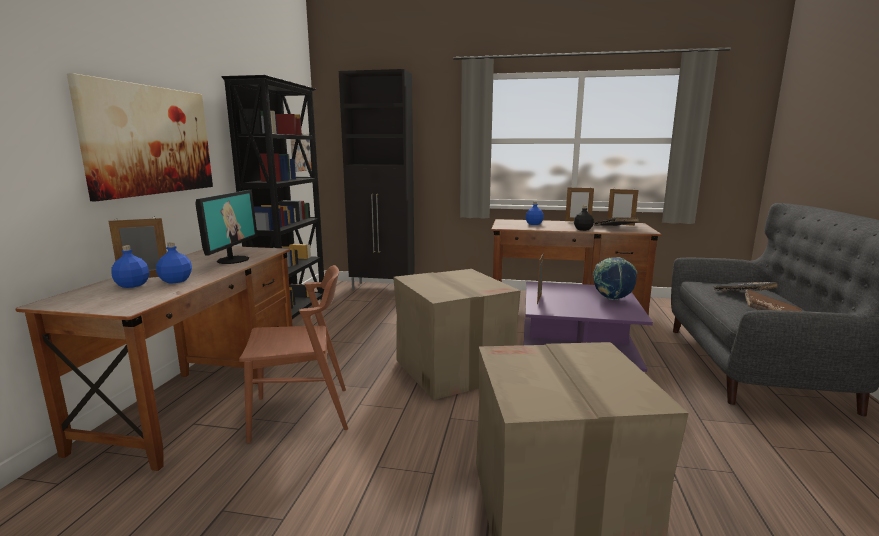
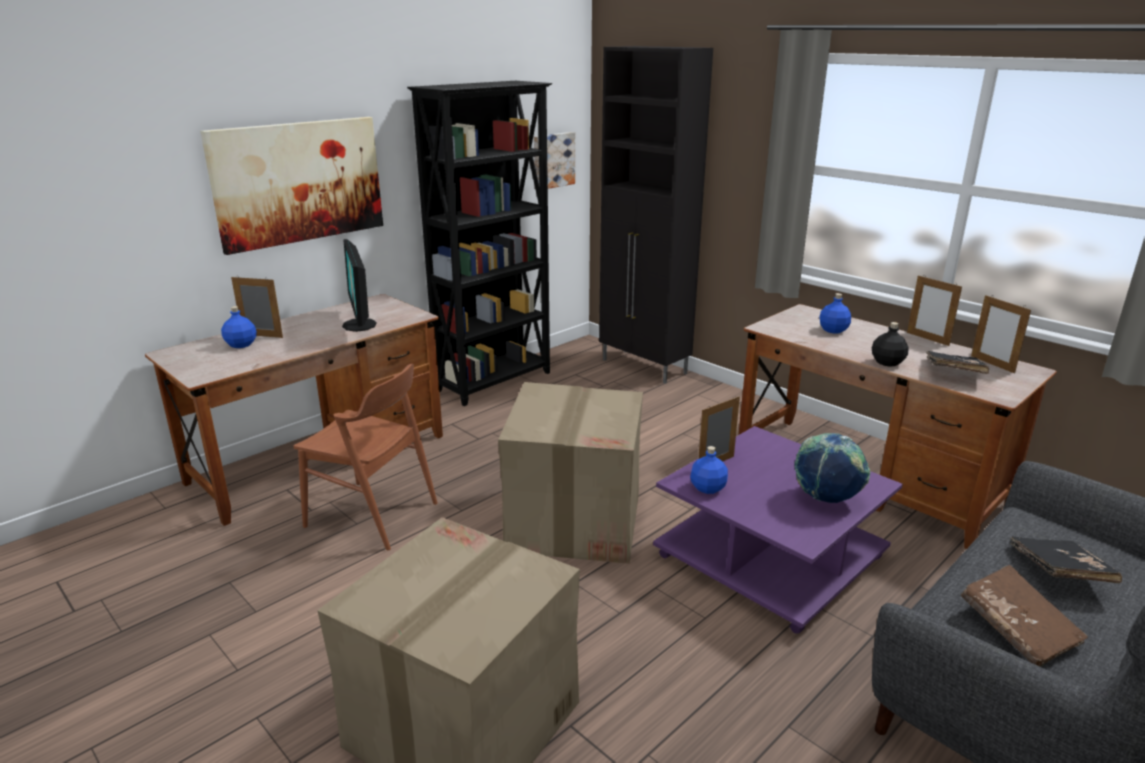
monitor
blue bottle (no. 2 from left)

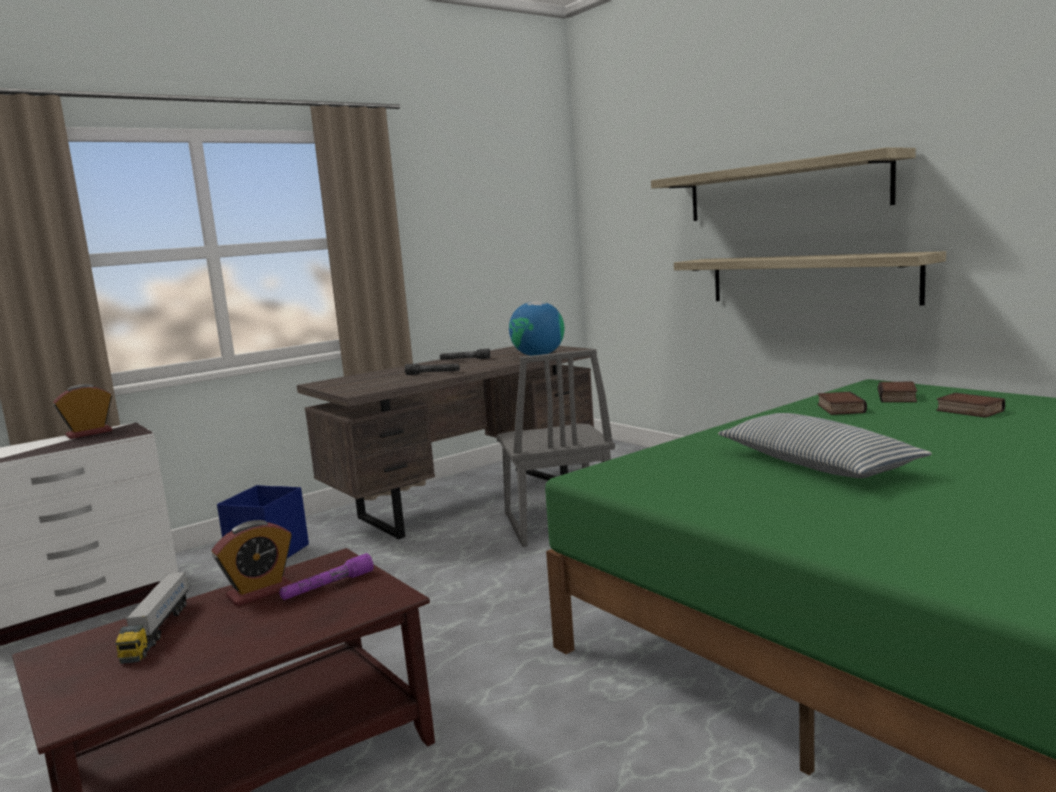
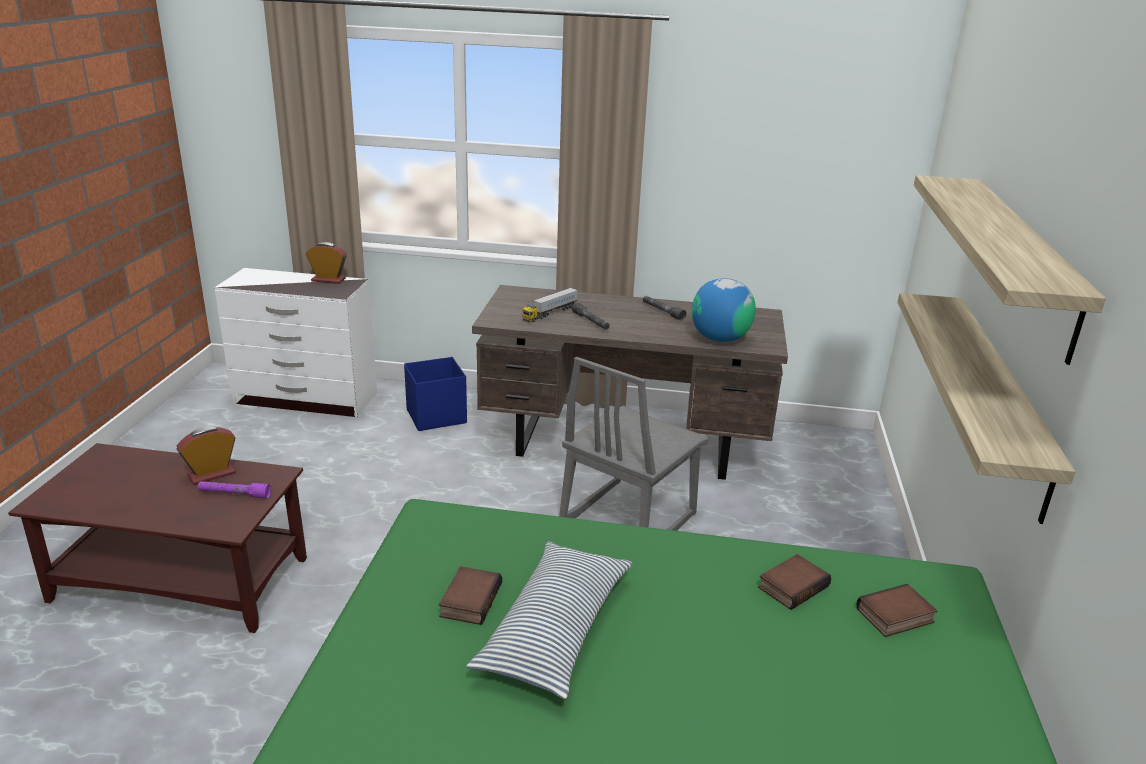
alarm clock (no. 1 from left)
book (no. 1 from left)
toy truck

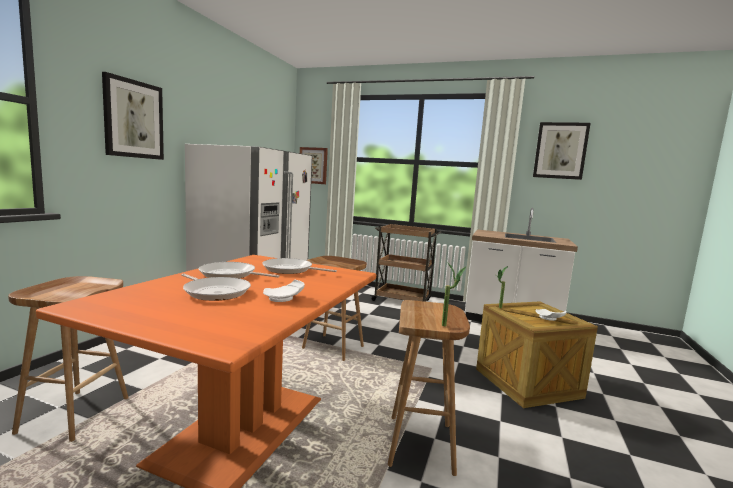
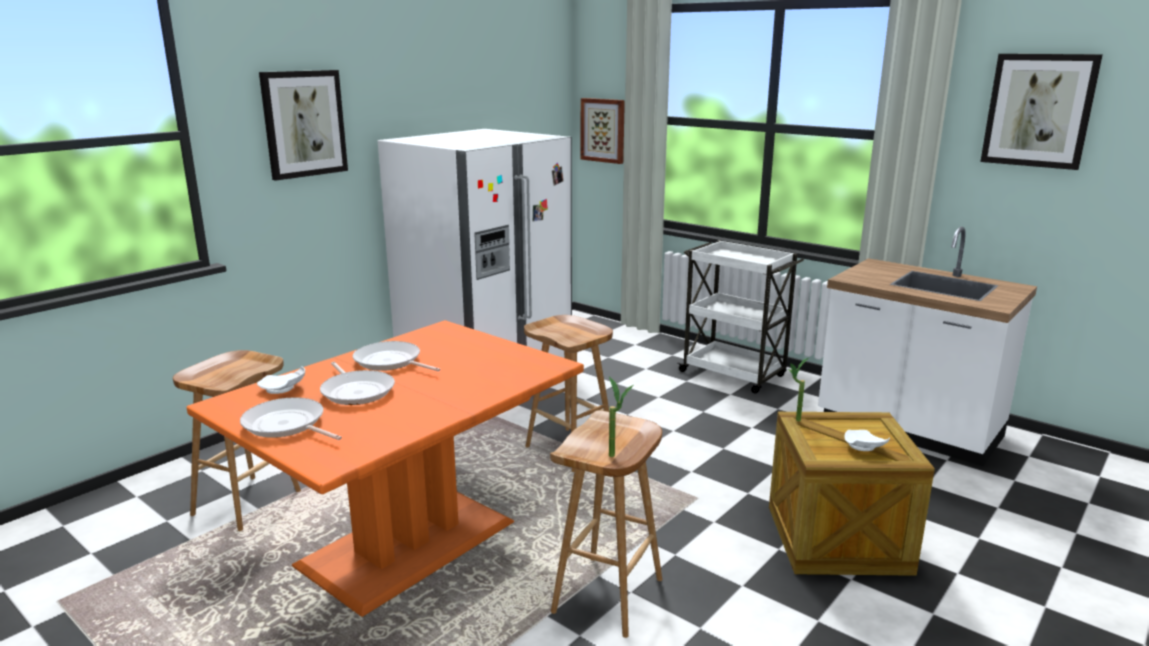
frying pan (no. 1 from left)
white plate (no. 1 from left)
white cart

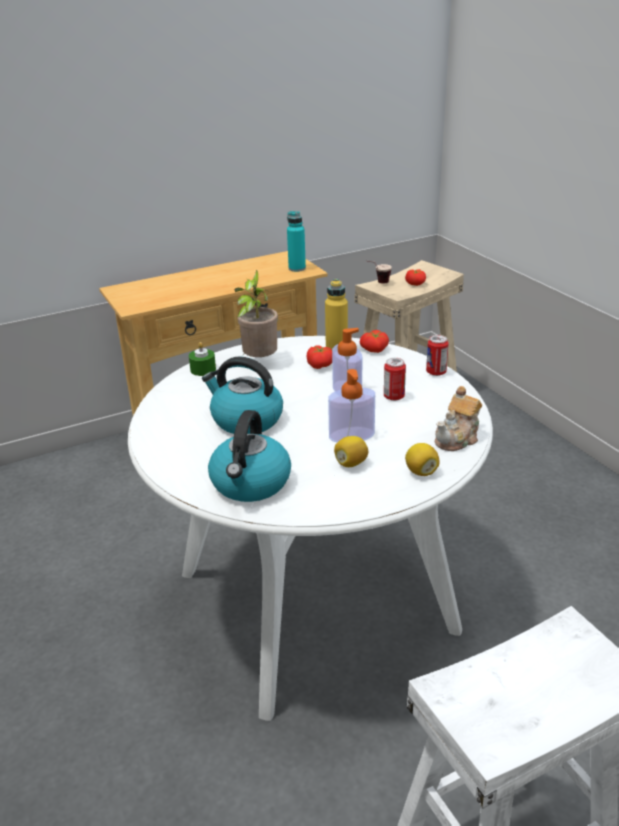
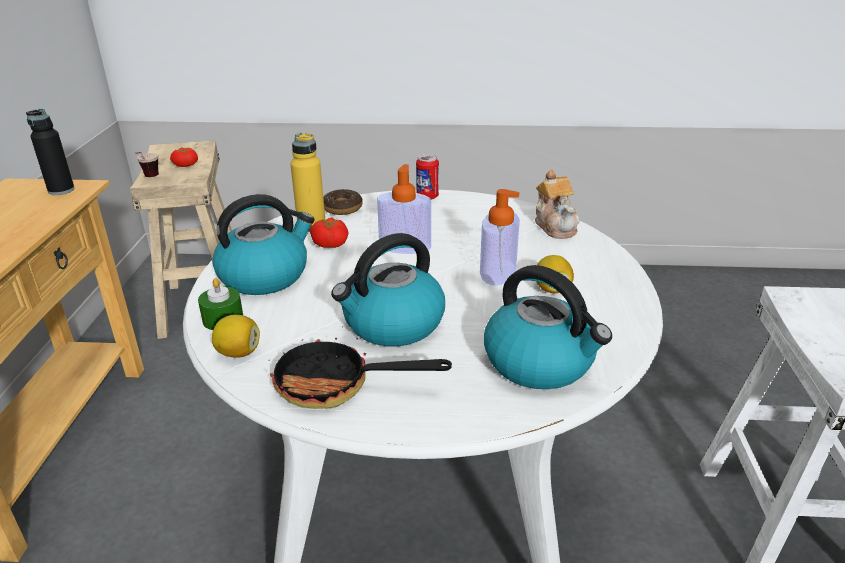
black bottle
kettle (no. 1 from left)
lemon (no. 1 from left)
frying pan
donut
can (no. 1 from left in the first image)

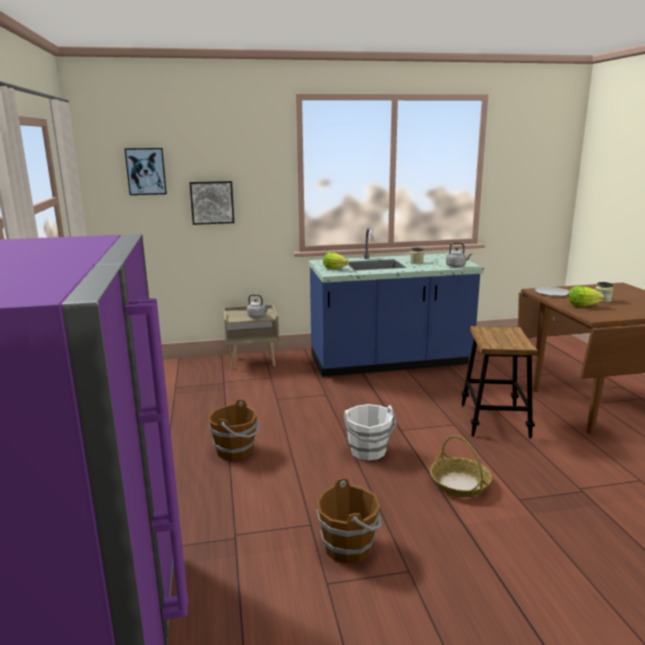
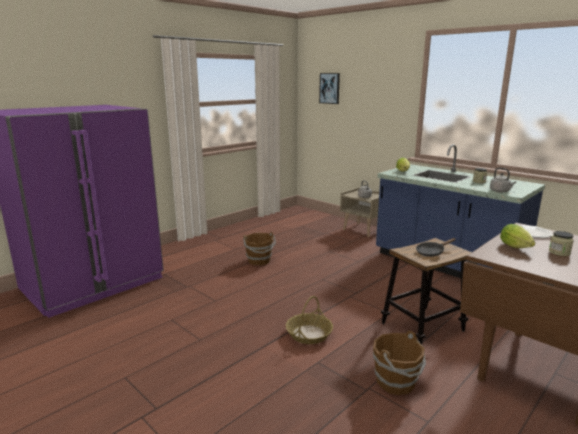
brown bucket (no. 2 from left)
black frying pan
picture (no. 2 from left in the first image)
white bucket

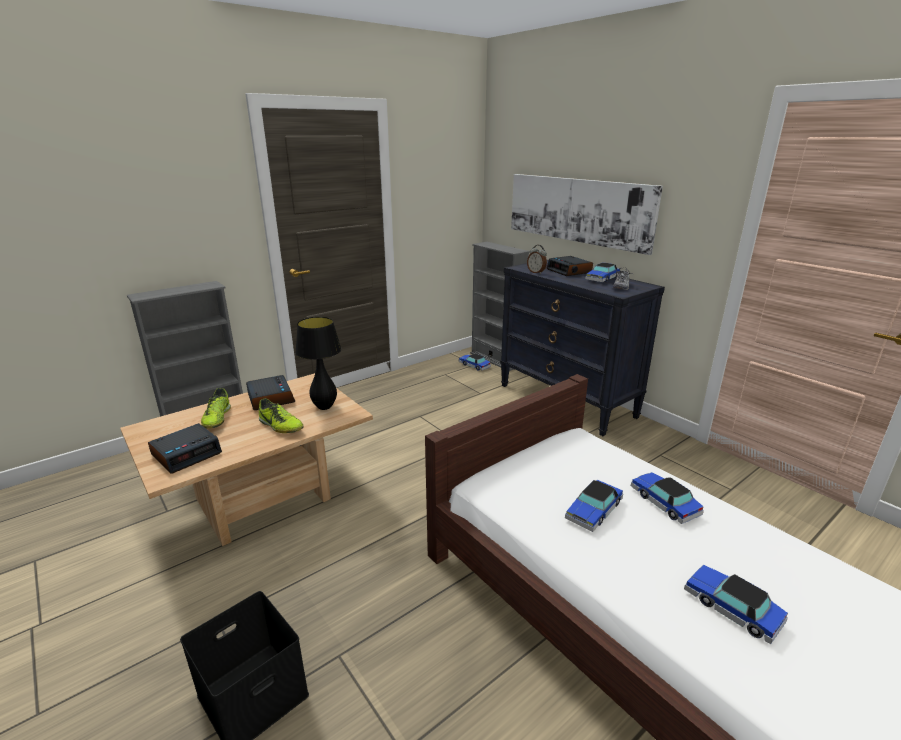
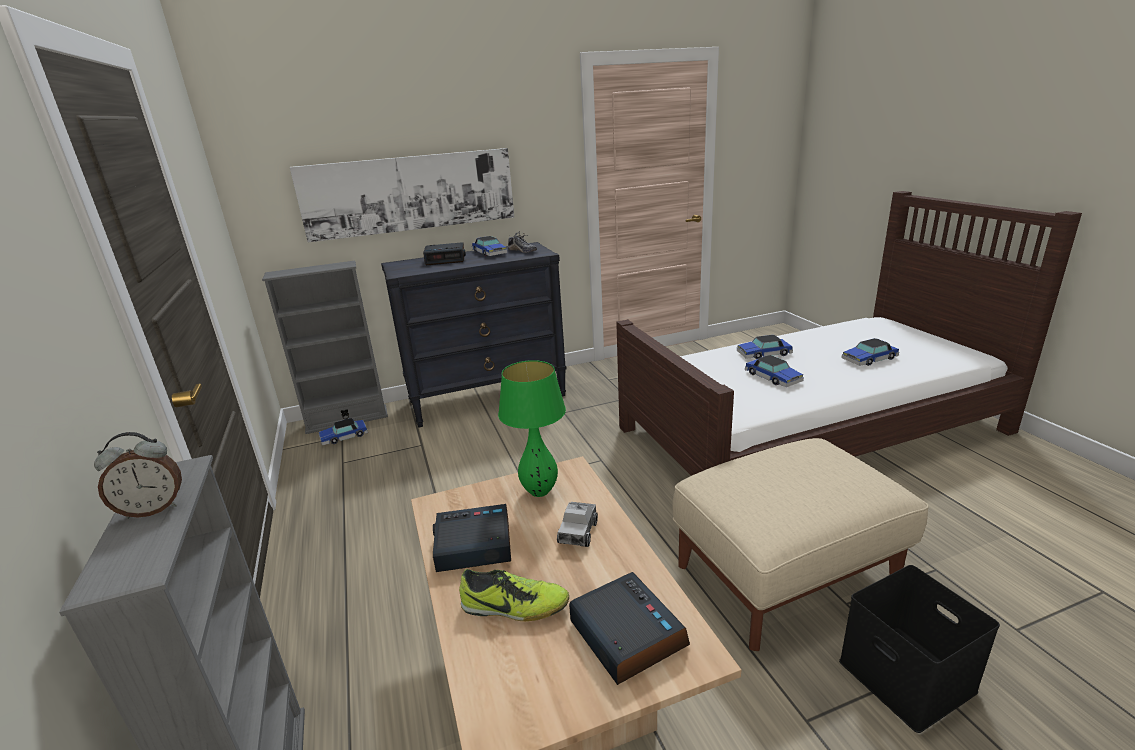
alarm clock (no. 1 from left)
green table lamp
toy truck
beige ottoman

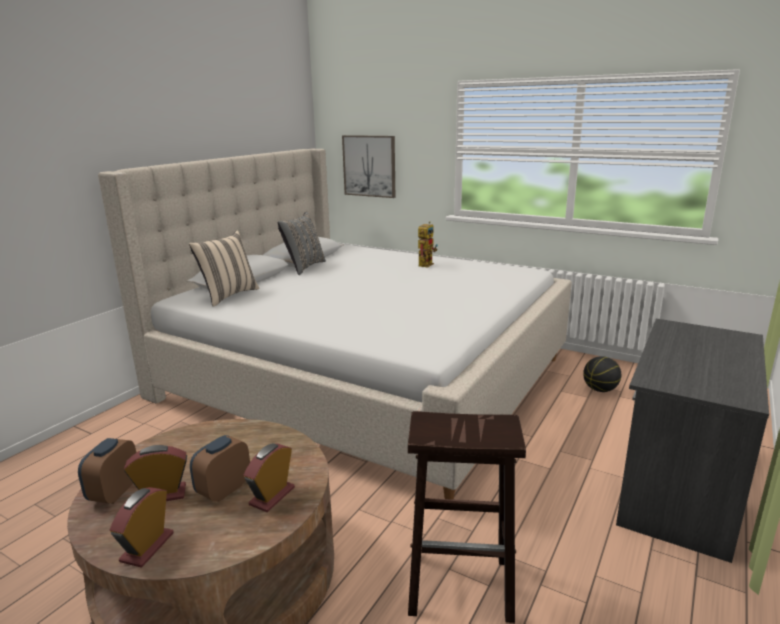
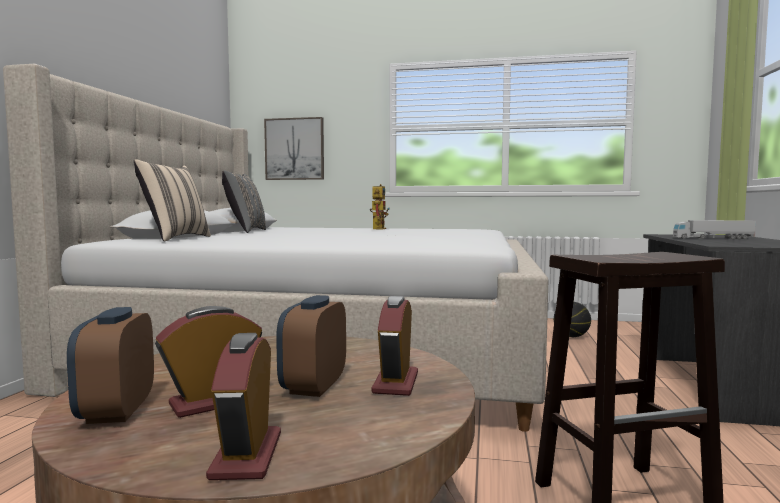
toy truck

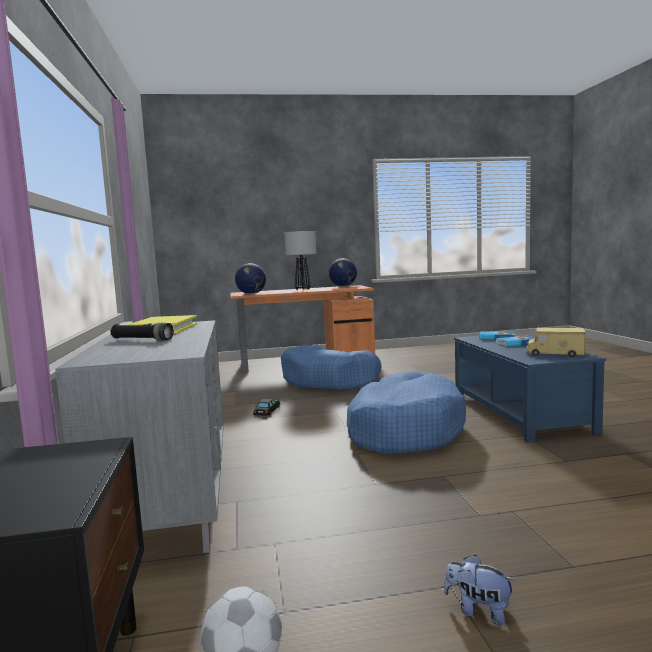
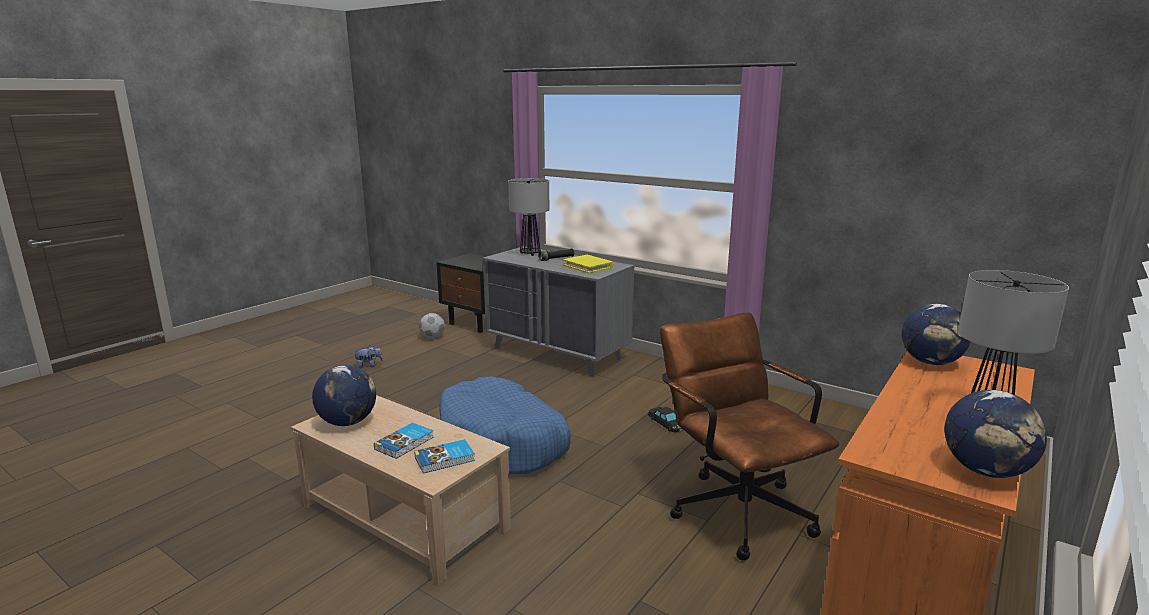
beige coffee table
globe (no. 1 from left)
table lamp (no. 1 from left)
brown office chair

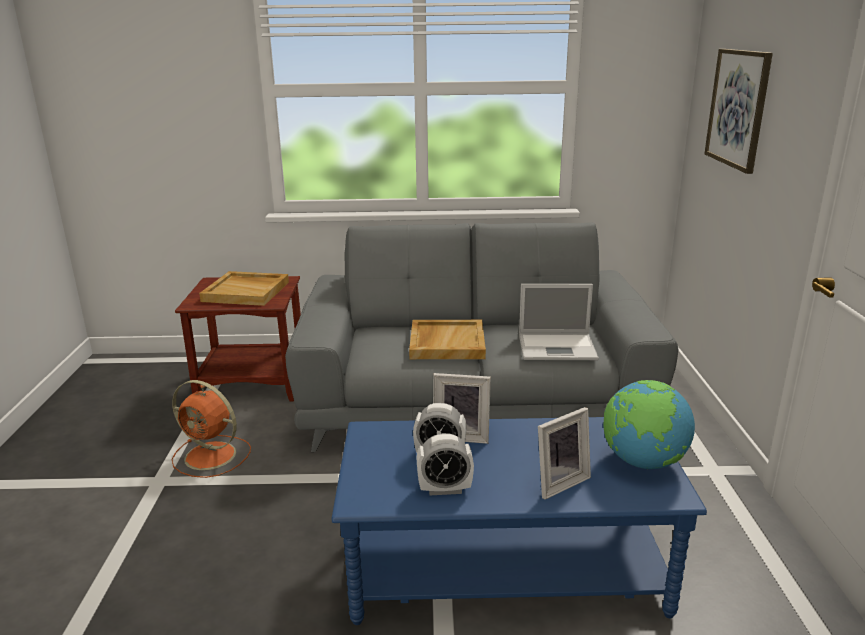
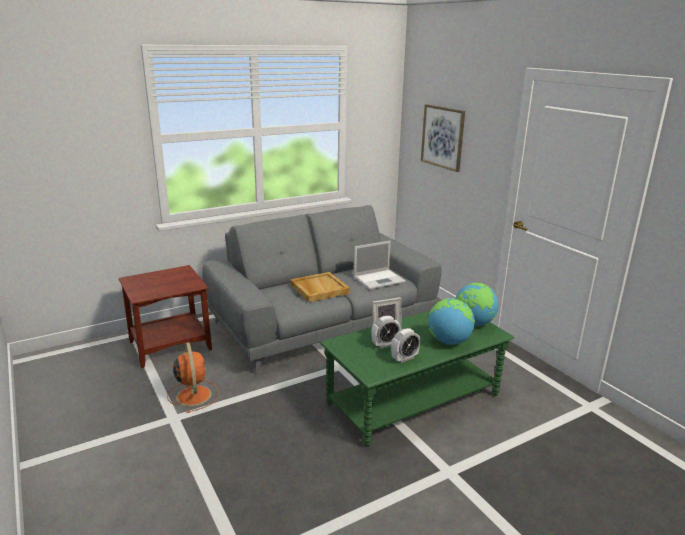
orange fan
green coffee table
globe (no. 1 from left)
beige tray (no. 1 from left in the first image)

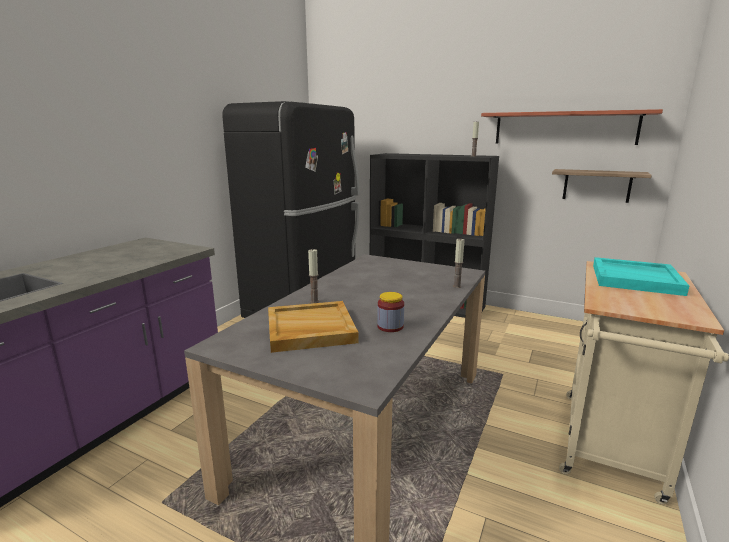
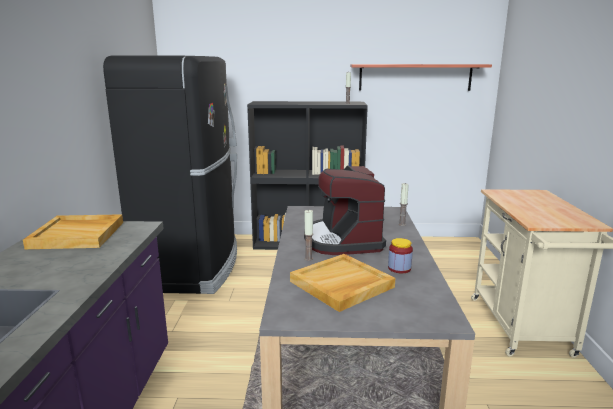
beige tray (no. 1 from left)
coffee machine
shelf (no. 2 from left in the first image)
turquoise tray

